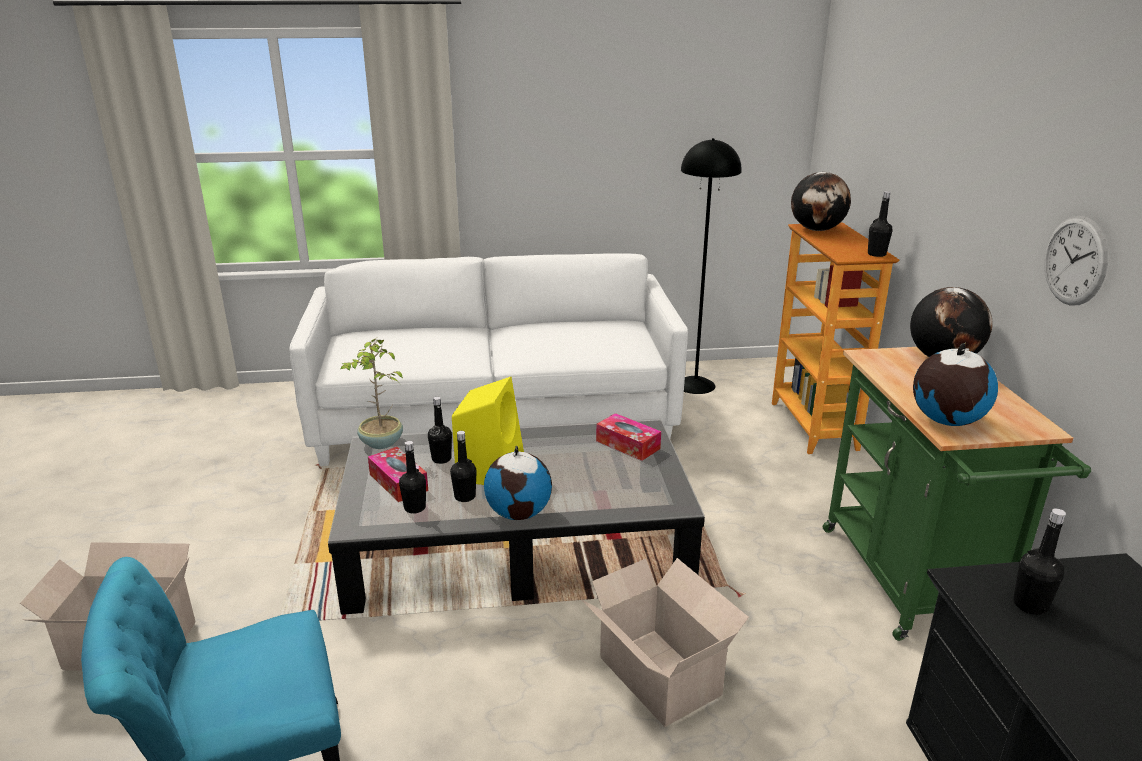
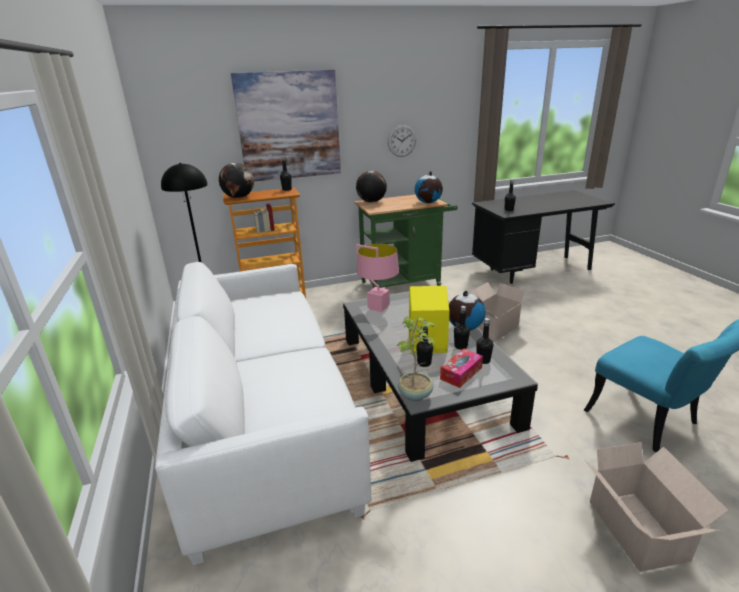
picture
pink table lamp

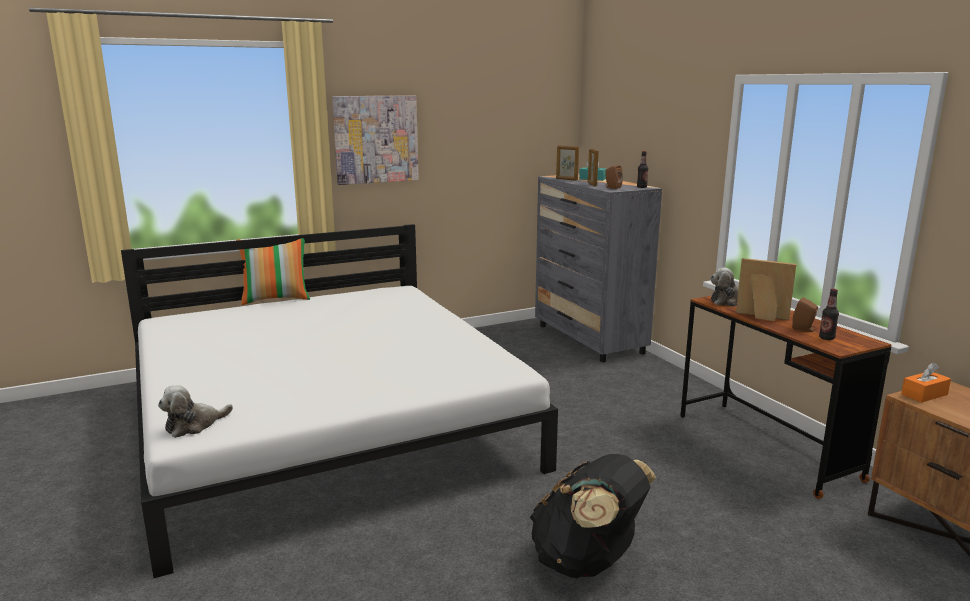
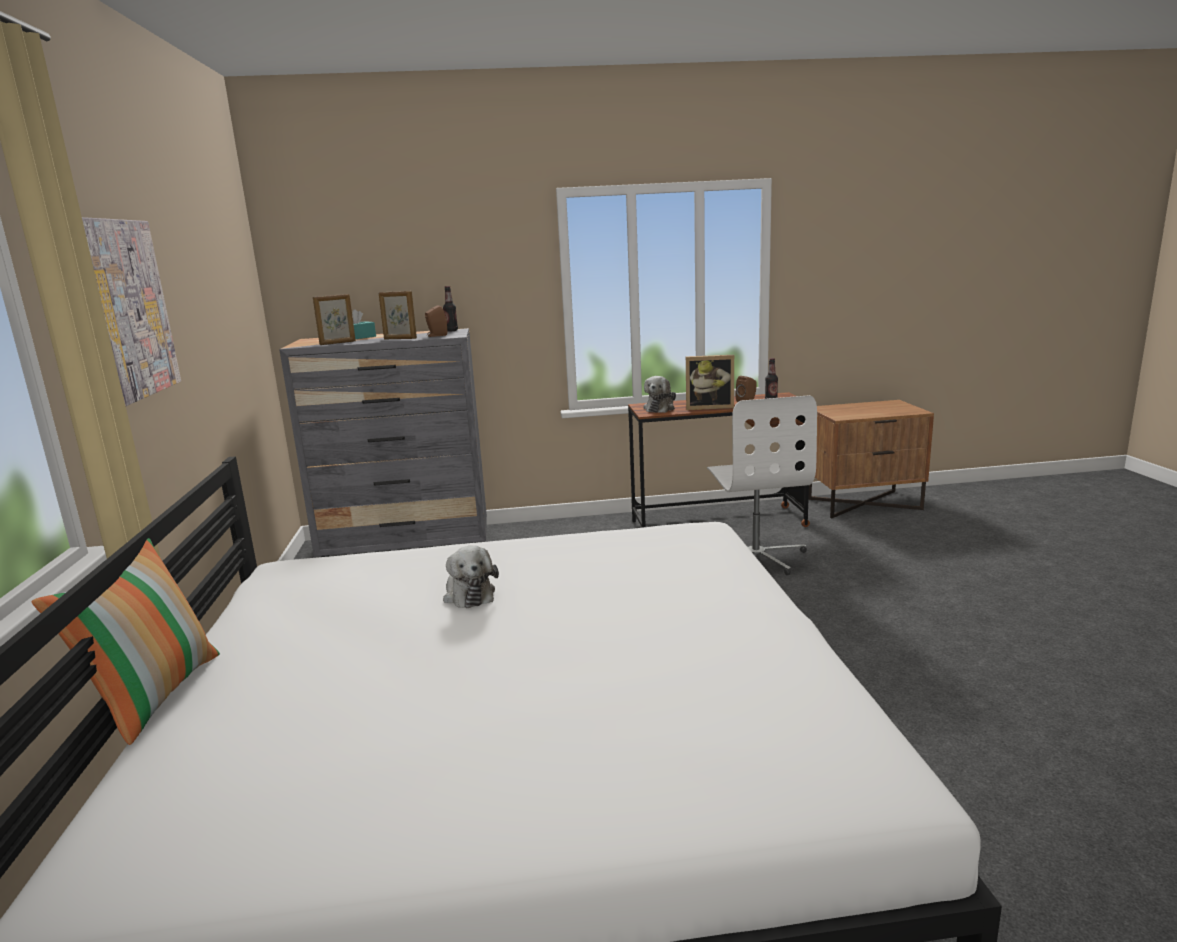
plush toy (no. 1 from left)
picture frame (no. 3 from left)
white office chair
black backpack
orange tissue box

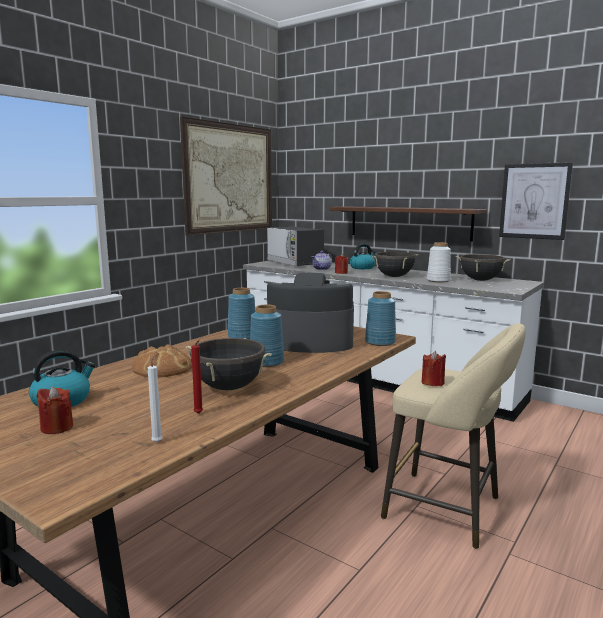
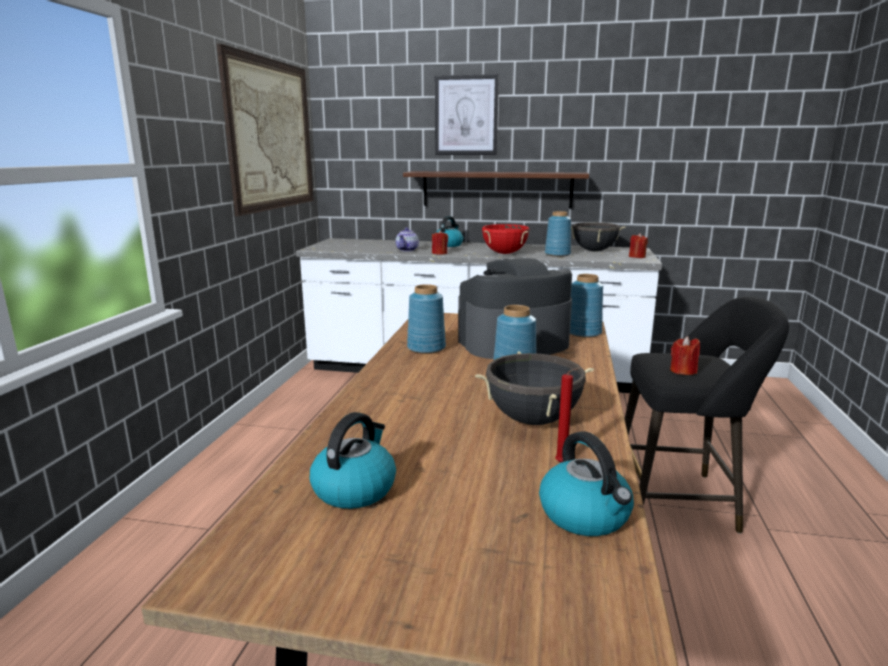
picture (no. 2 from left)
red cooking pot
kettle (no. 3 from left)
blue vase (no. 3 from left)
black stool
red candle (no. 3 from left)
bread
microwave

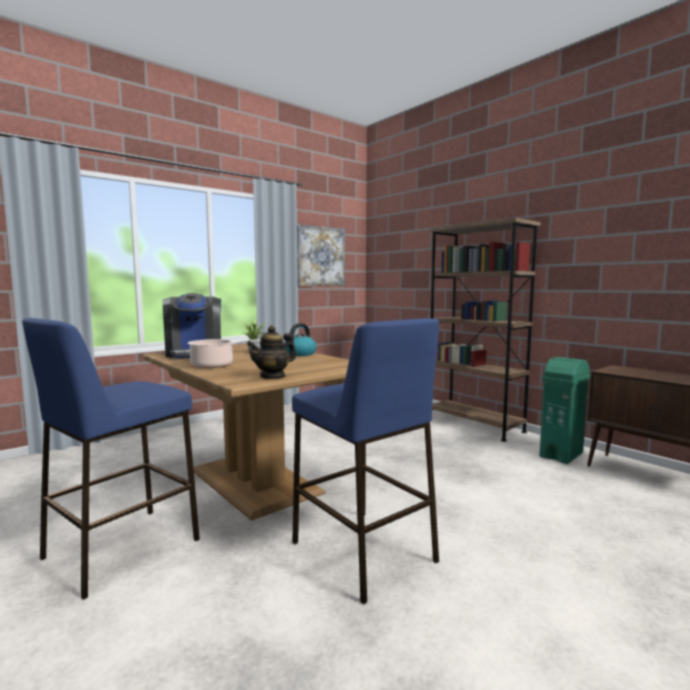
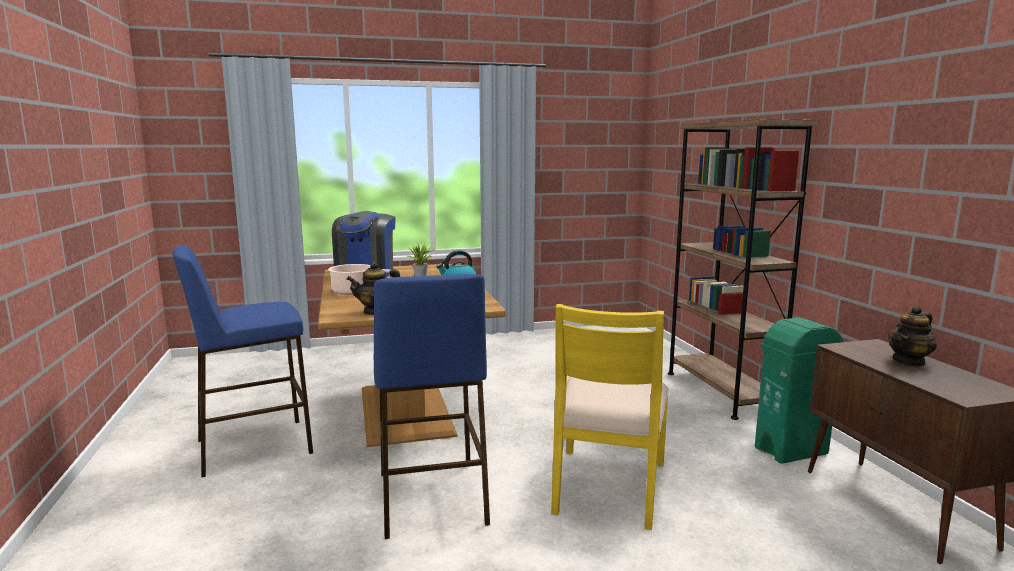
yellow chair
teapot (no. 2 from left)
picture

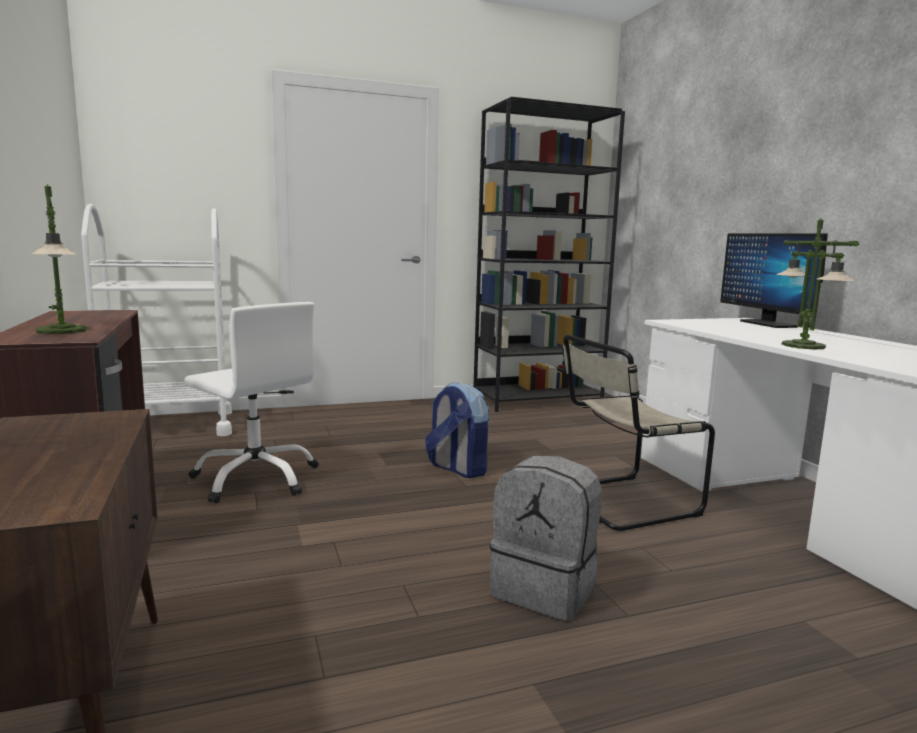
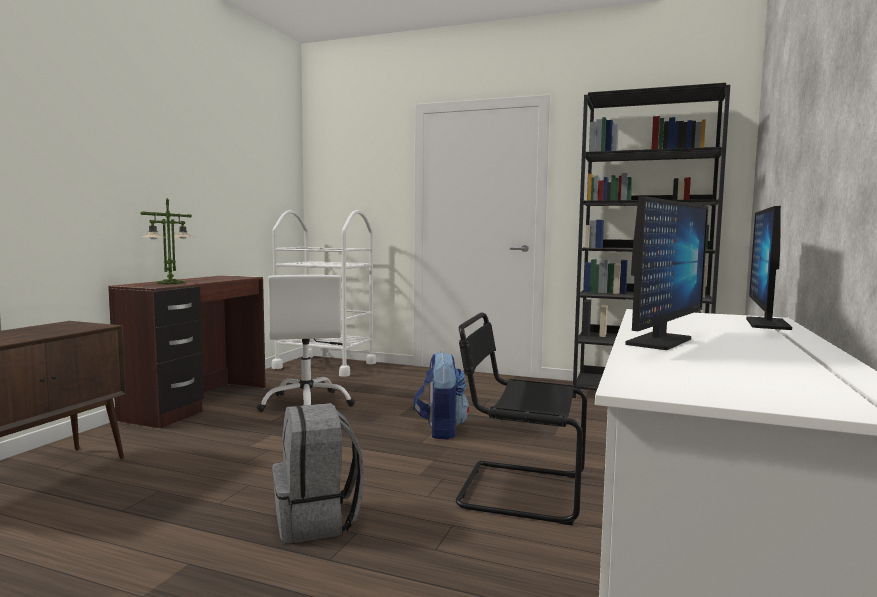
black chair
monitor (no. 1 from left)

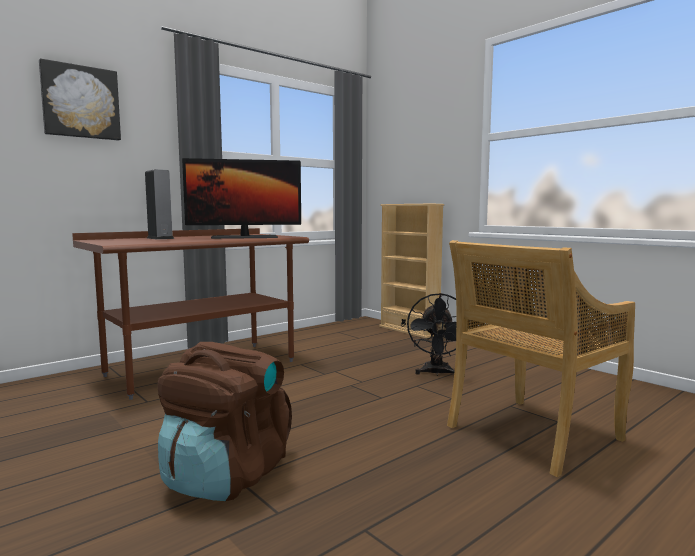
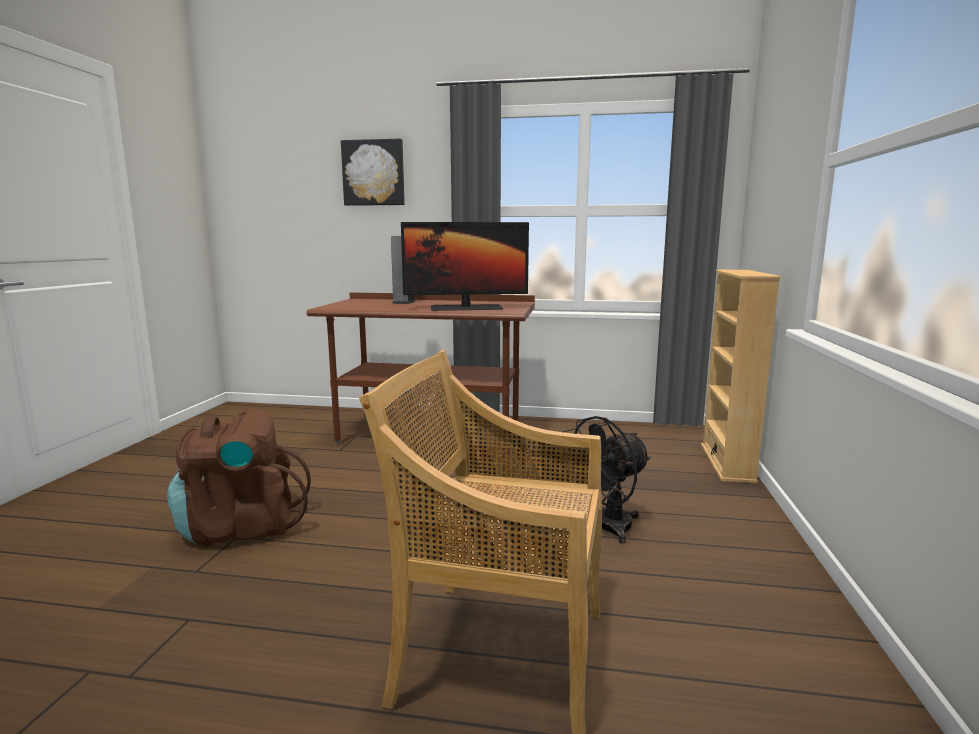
monitor

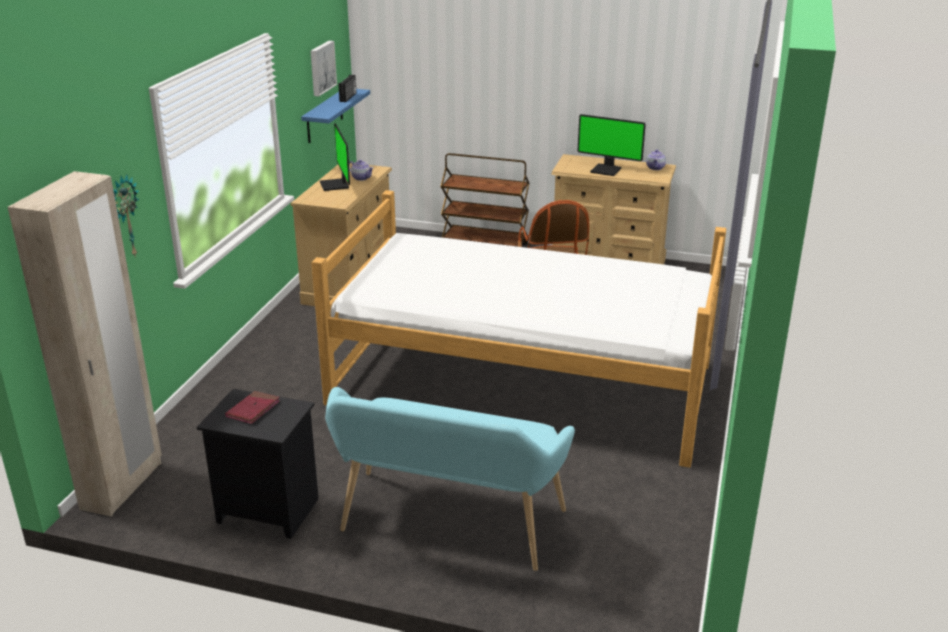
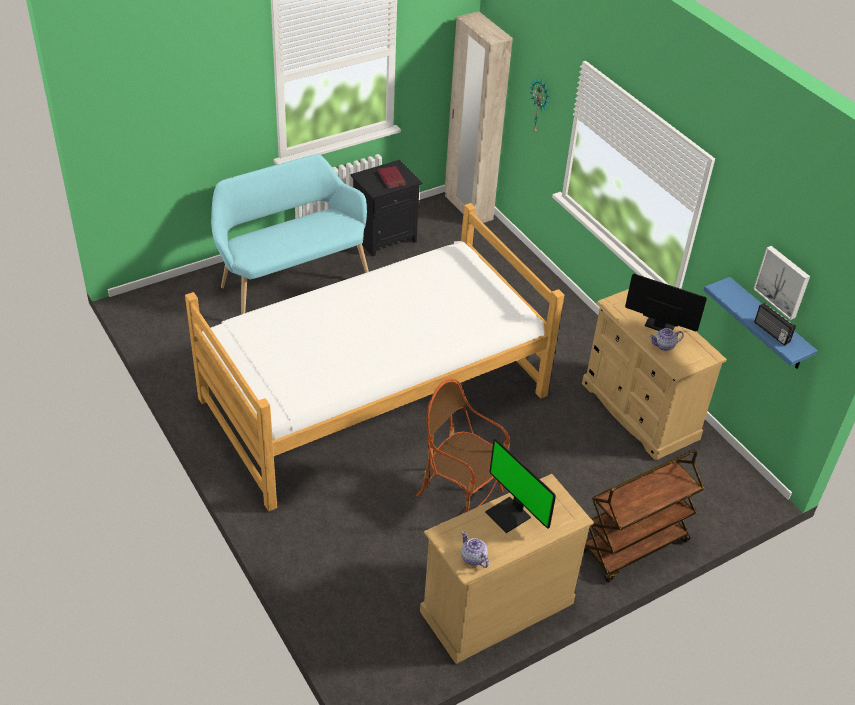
monitor (no. 1 from left)

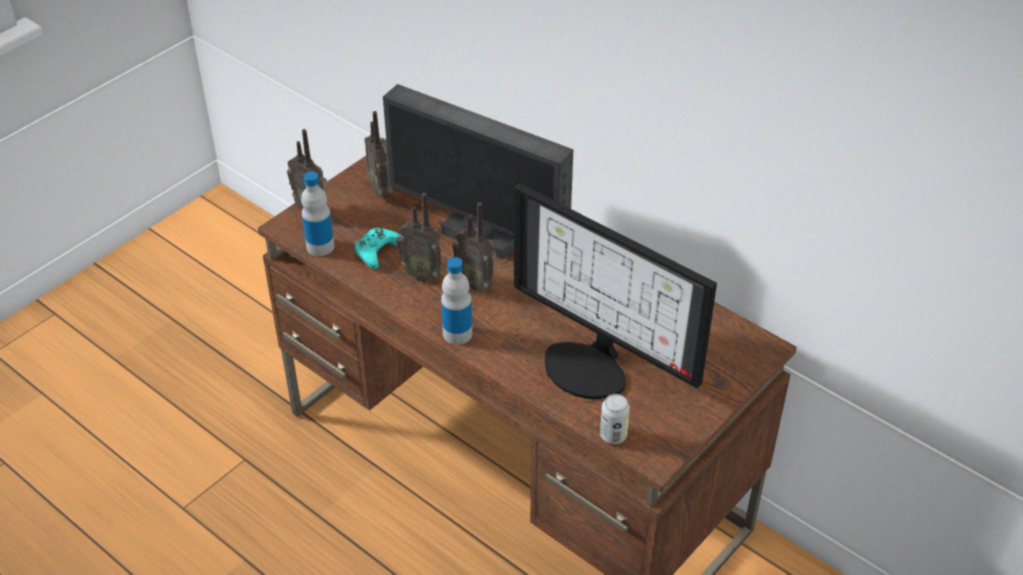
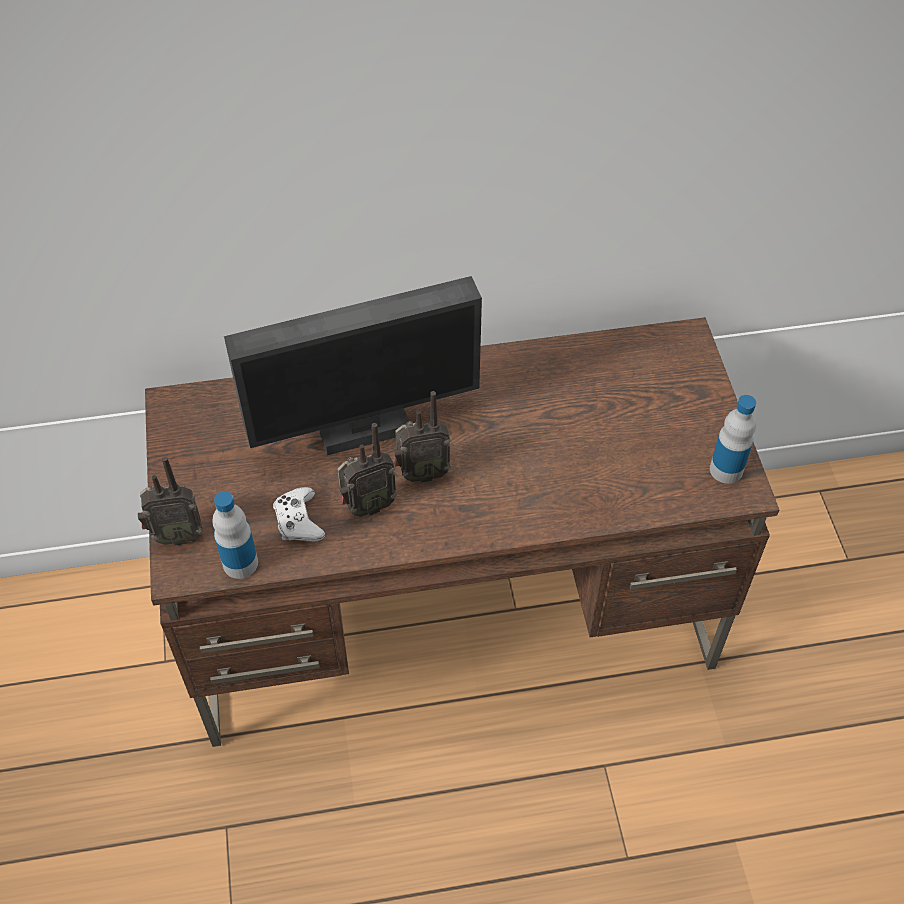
white game controller
bottle (no. 2 from left)
radio (no. 2 from left in the first image)
monitor (no. 2 from left in the first image)
can

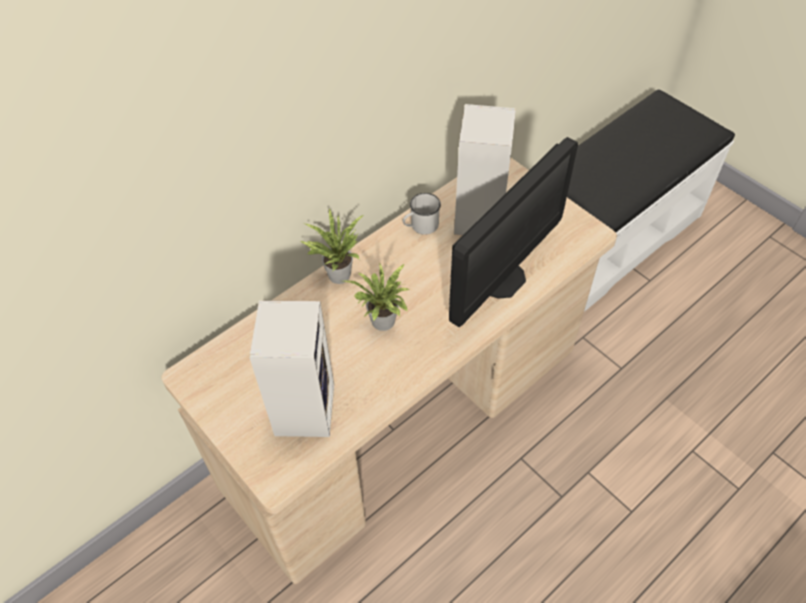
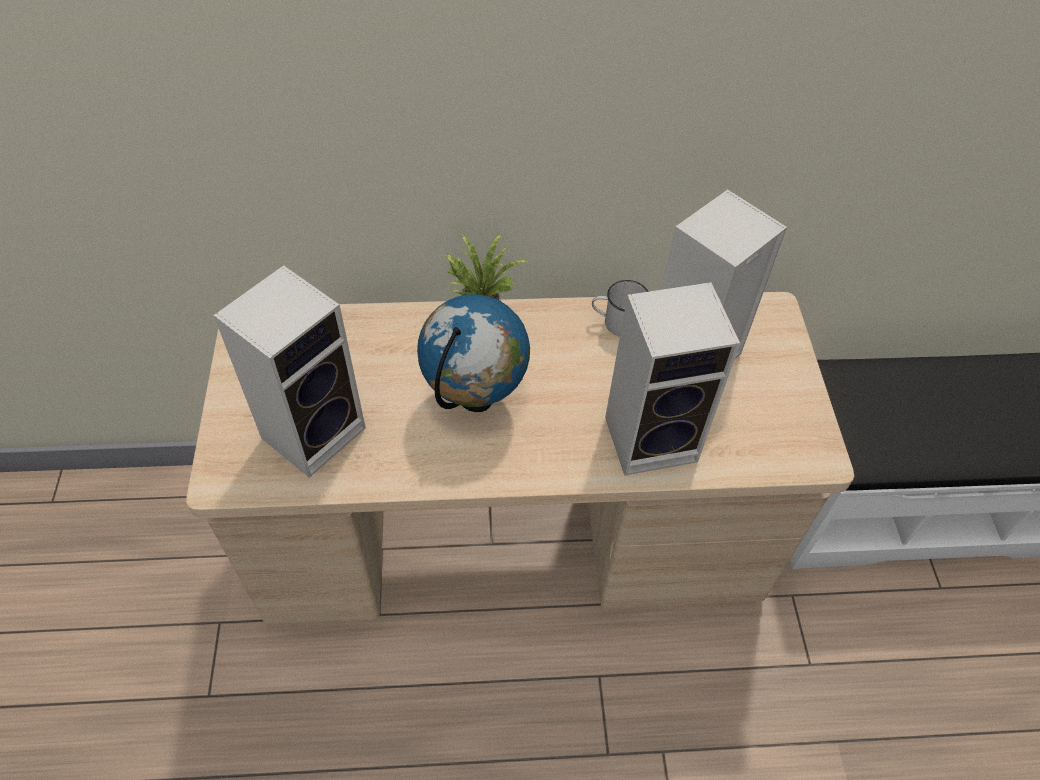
globe
speaker (no. 2 from left)

